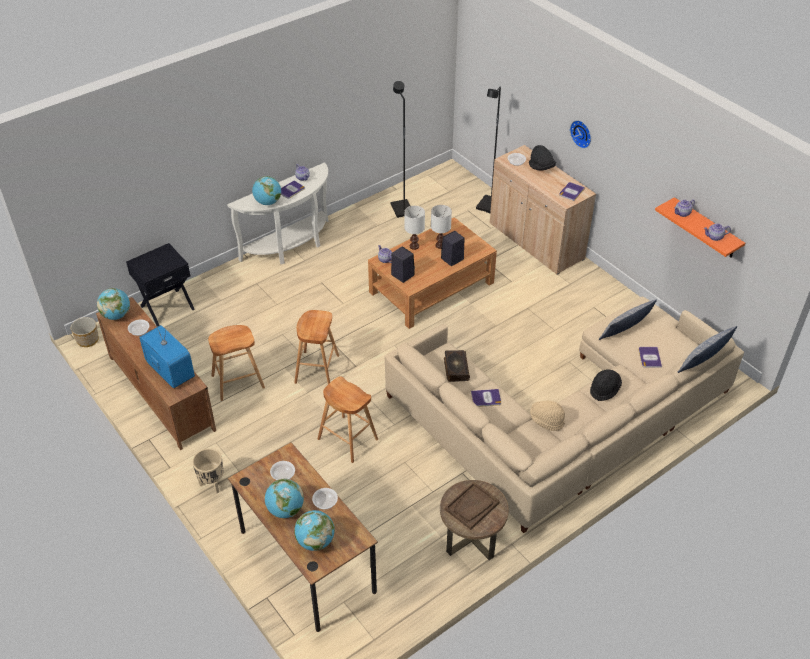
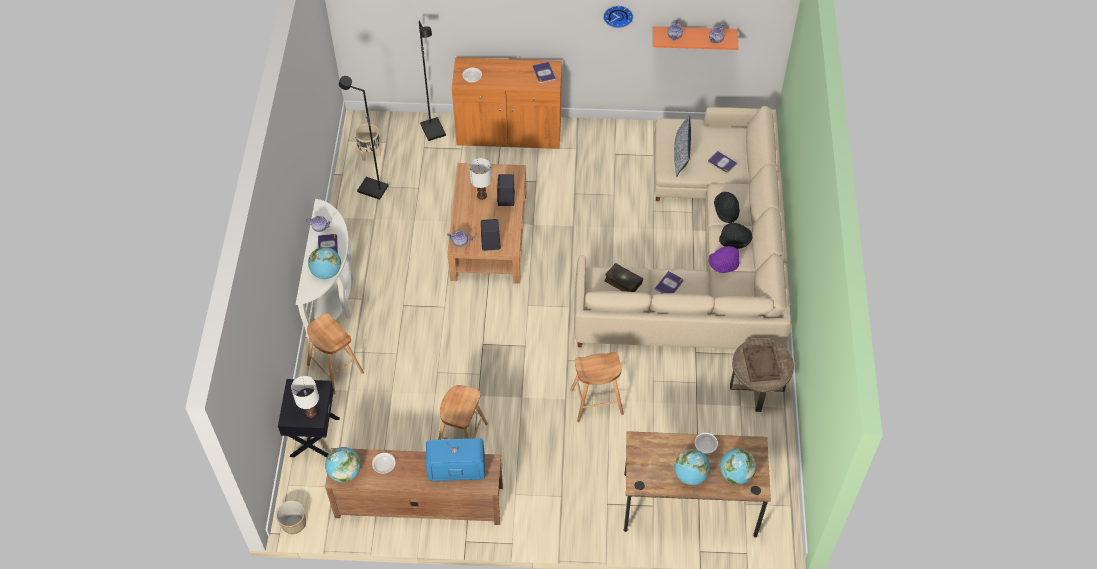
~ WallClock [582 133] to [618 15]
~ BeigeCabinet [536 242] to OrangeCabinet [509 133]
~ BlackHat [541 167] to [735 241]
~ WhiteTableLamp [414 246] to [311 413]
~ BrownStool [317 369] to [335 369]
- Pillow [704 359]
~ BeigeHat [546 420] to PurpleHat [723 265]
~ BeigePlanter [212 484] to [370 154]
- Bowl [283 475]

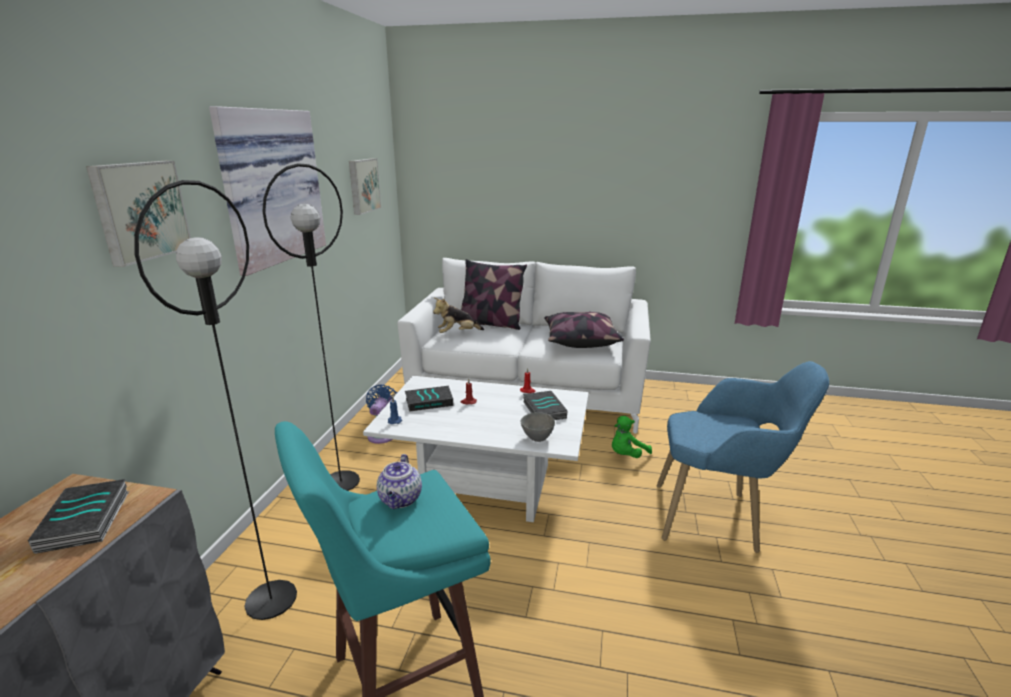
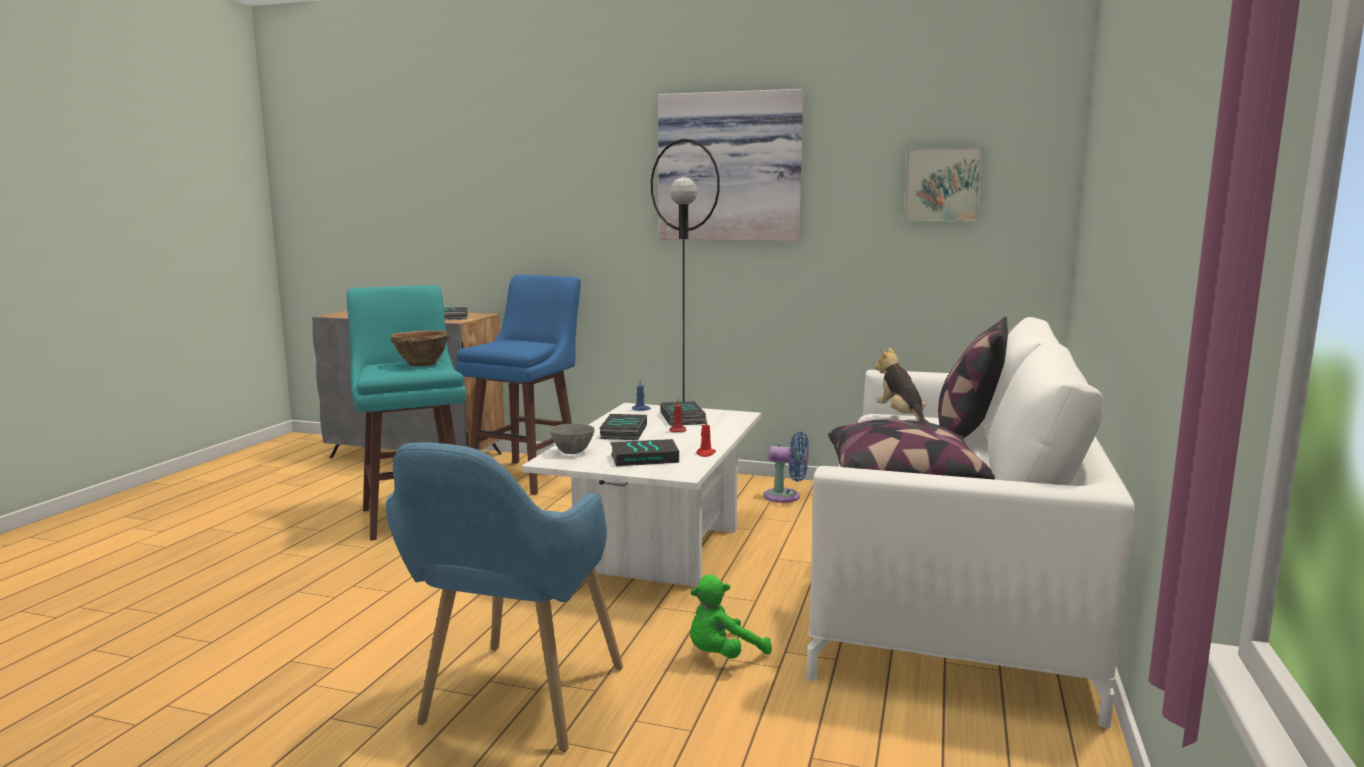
- Picture [140 211]
~ BlackFloorLamp [271 599] to BlueStool [527 477]
~ GreenPlushToy [627 455] = [723 655] 90 degrees counterclockwise
~ Teapot [400 500] to BrownBowl [421 364]
+ Book [622 431]

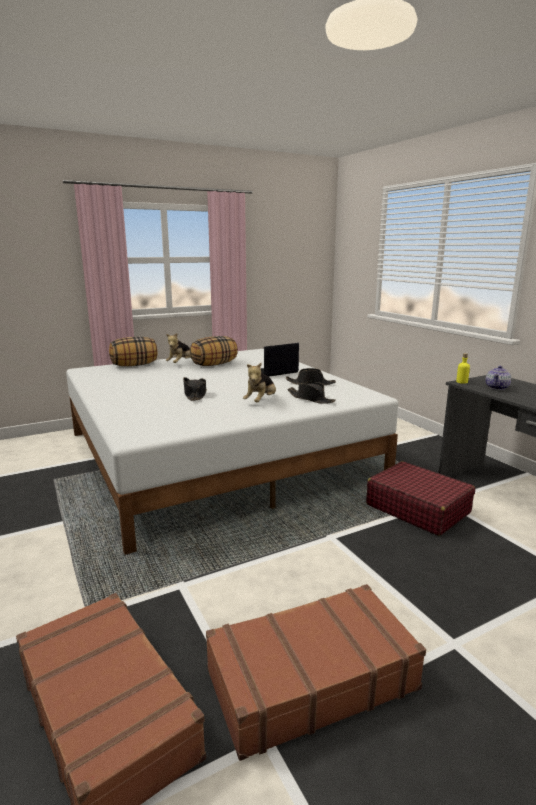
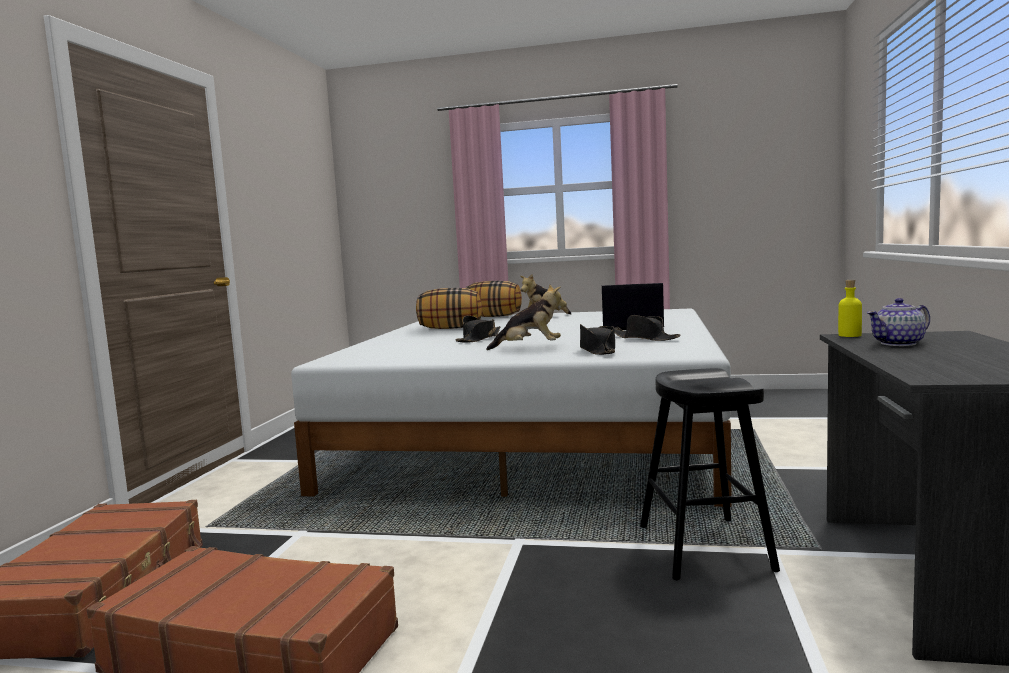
~ Pillow [214 364] to [450 328]
~ PlushToy [261 401] = [529 348] 150 degrees counterclockwise
~ RedSuitcase [417 508] to BlackStool [704 548]

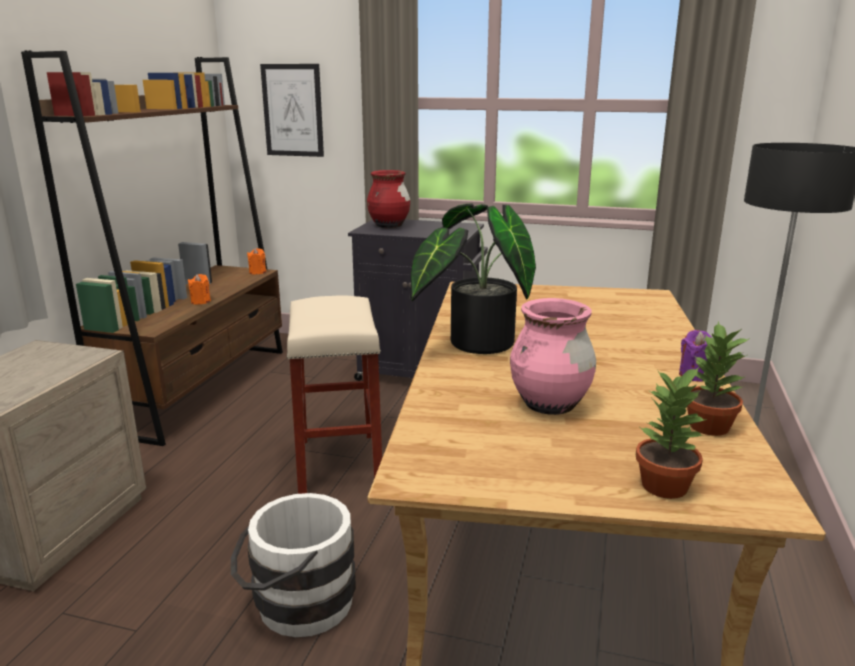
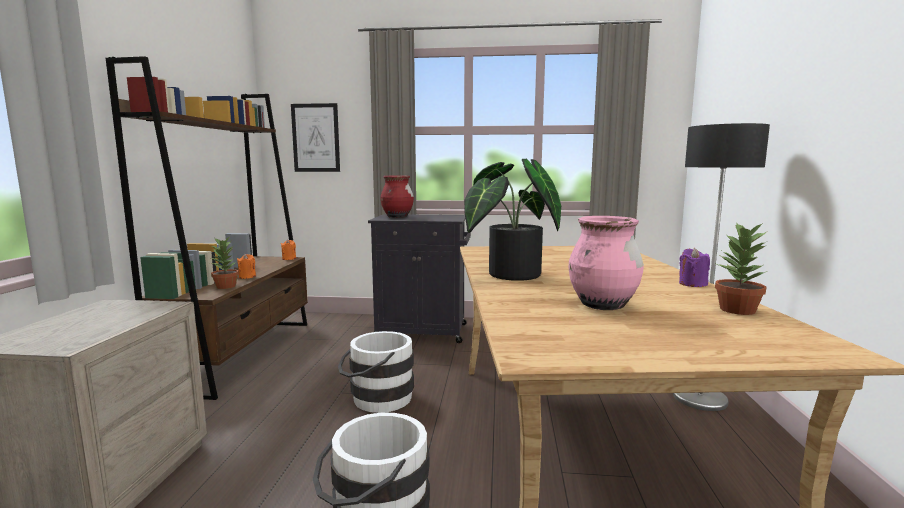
~ BeigeStool [338 462] to WhiteBucket [376 399]
~ PottedPlant [665 486] to [226 286]

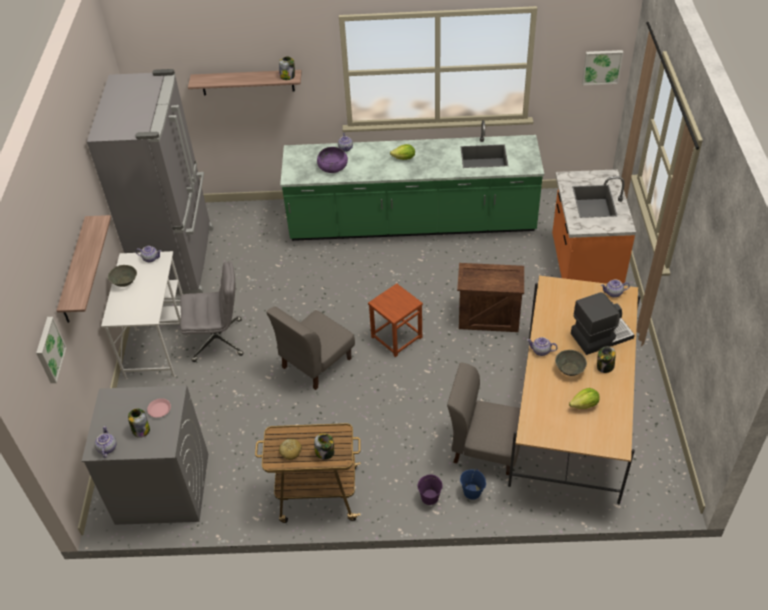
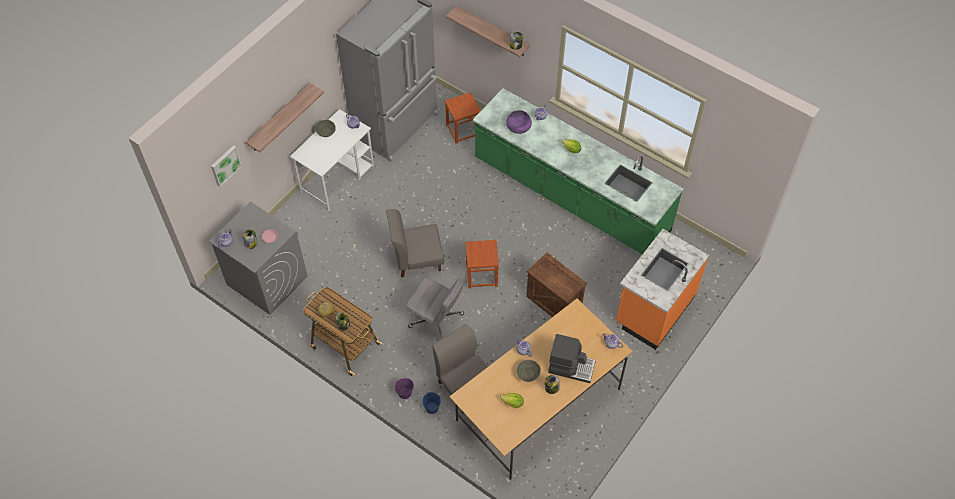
- Picture [601 66]
~ GreyOfficeChair [218 340] to [437 320]
+ BrownStool [463 130]

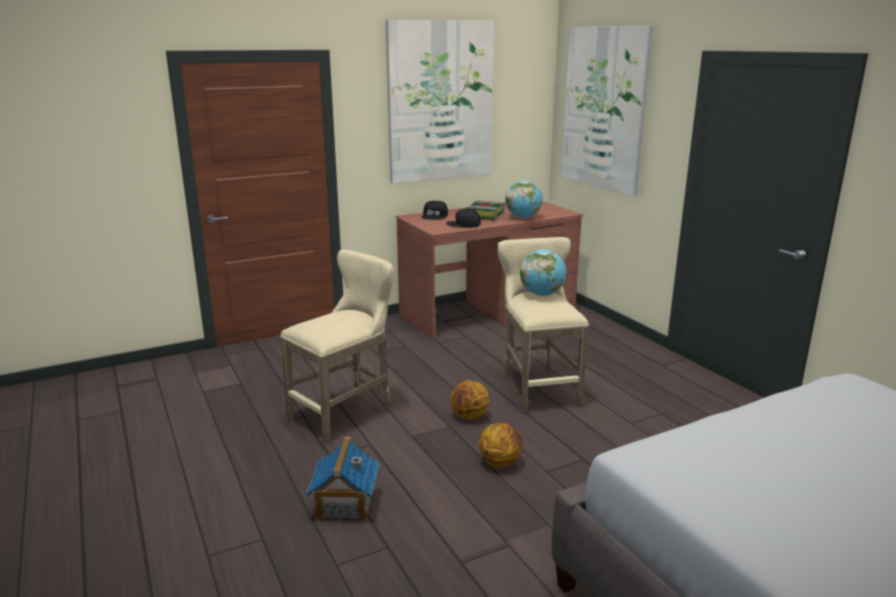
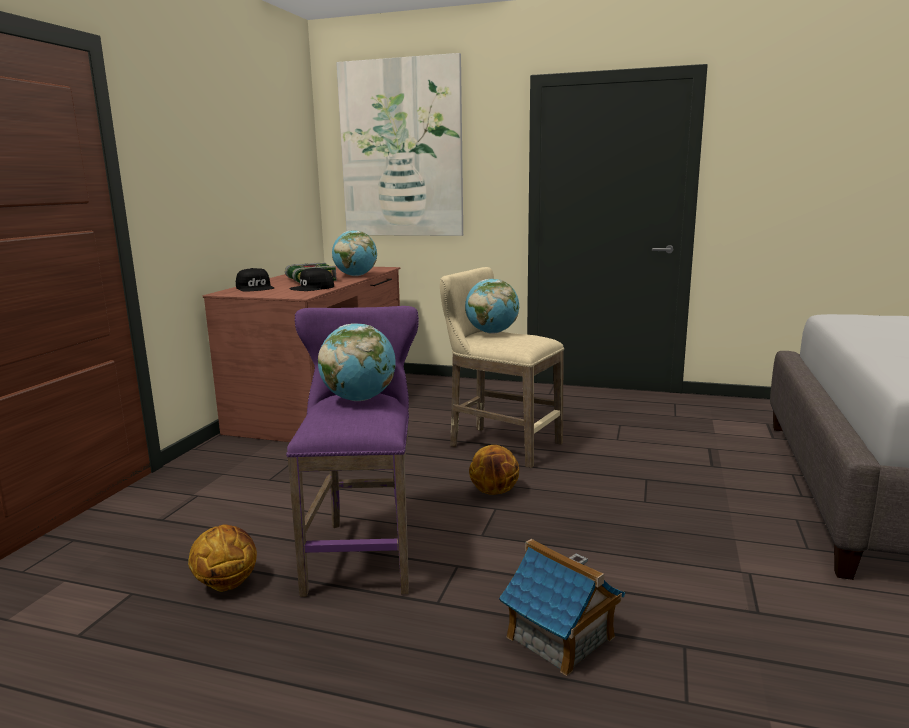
- Picture [440 102]
~ BeigeStool [346 413] to PurpleStool [364 551]
~ Basketball [500 462] to [227 583]
+ Globe [359 399]

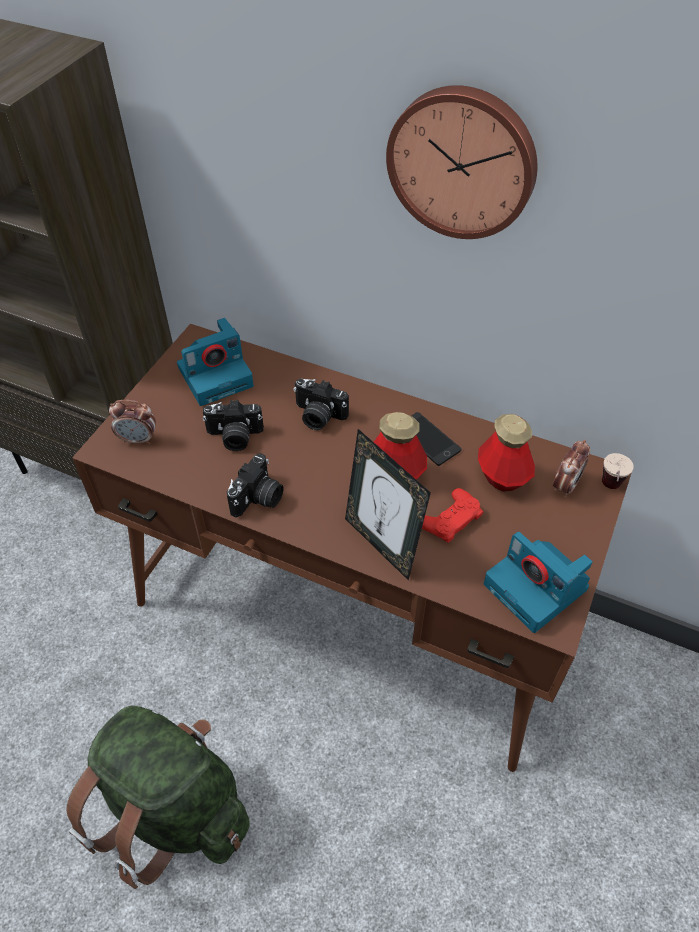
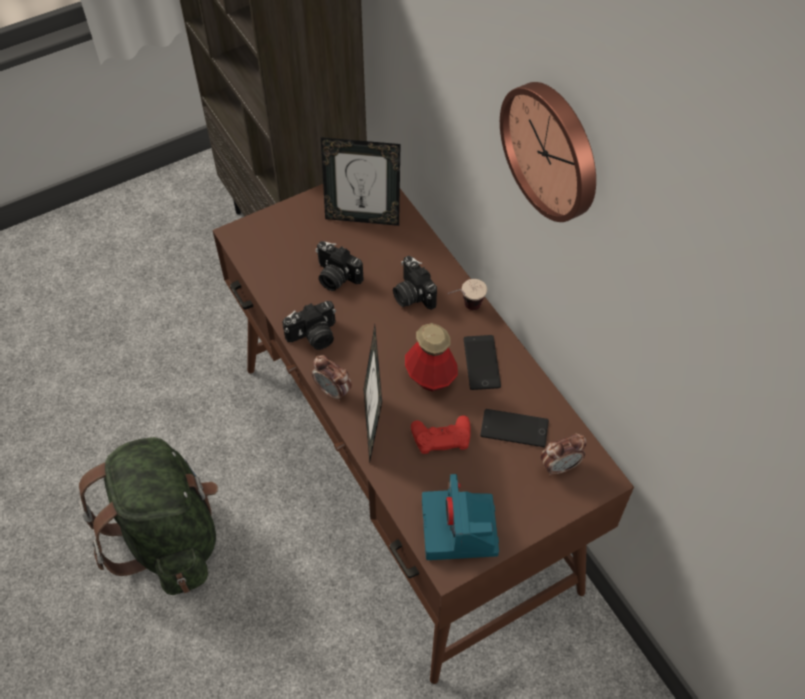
~ PhotoCamera [216 375] to PictureFrame [362 217]
~ AlarmClock [138 439] to [333 391]
~ Bottle [502 477] to Phone [514 428]
~ Cup [609 490] to [464 308]

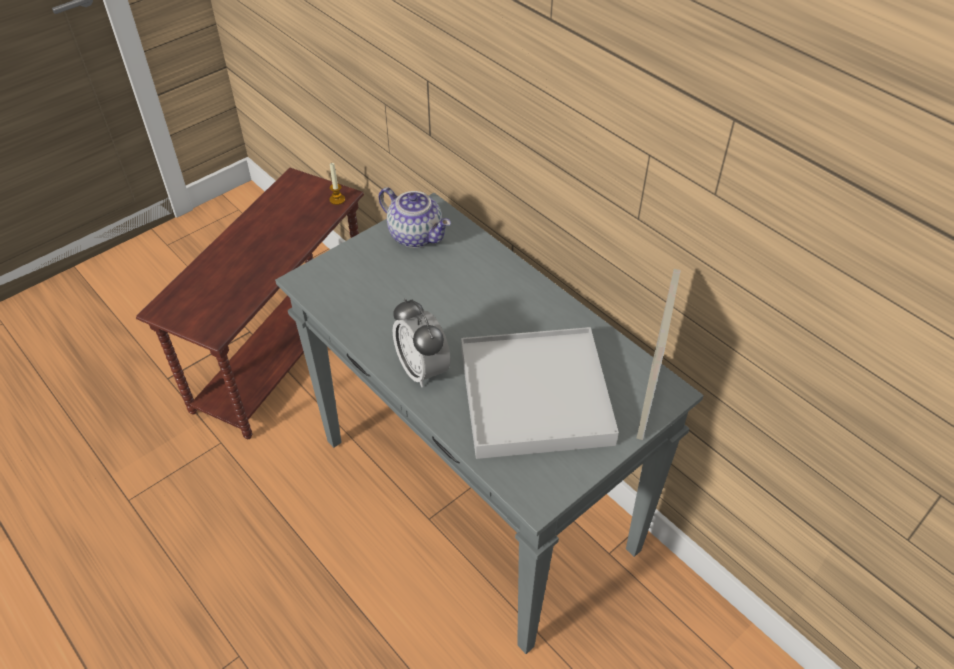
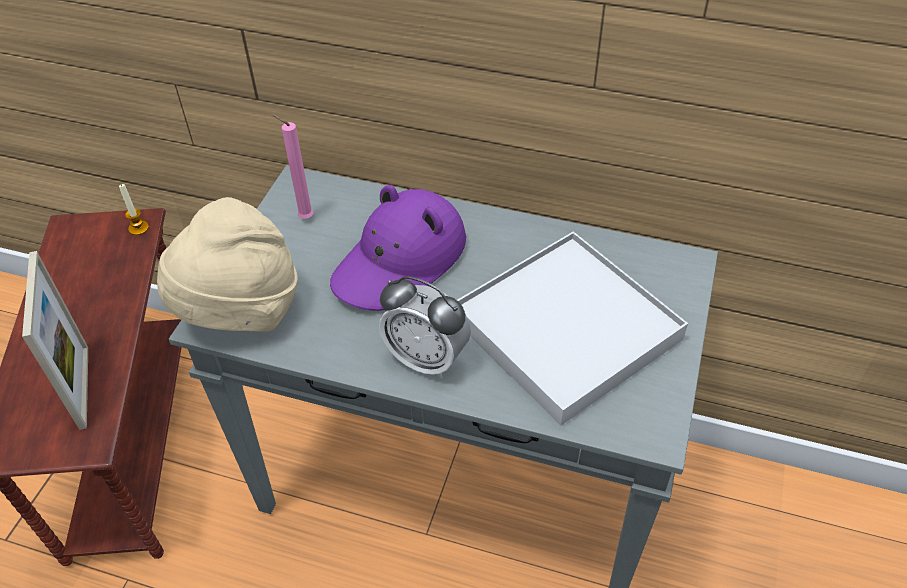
~ Teapot [417 235] to PinkCandle [303 218]
~ PictureFrame [647 400] to [84 387]
+ PurpleHat [400 261]
+ BeigeHat [240 312]

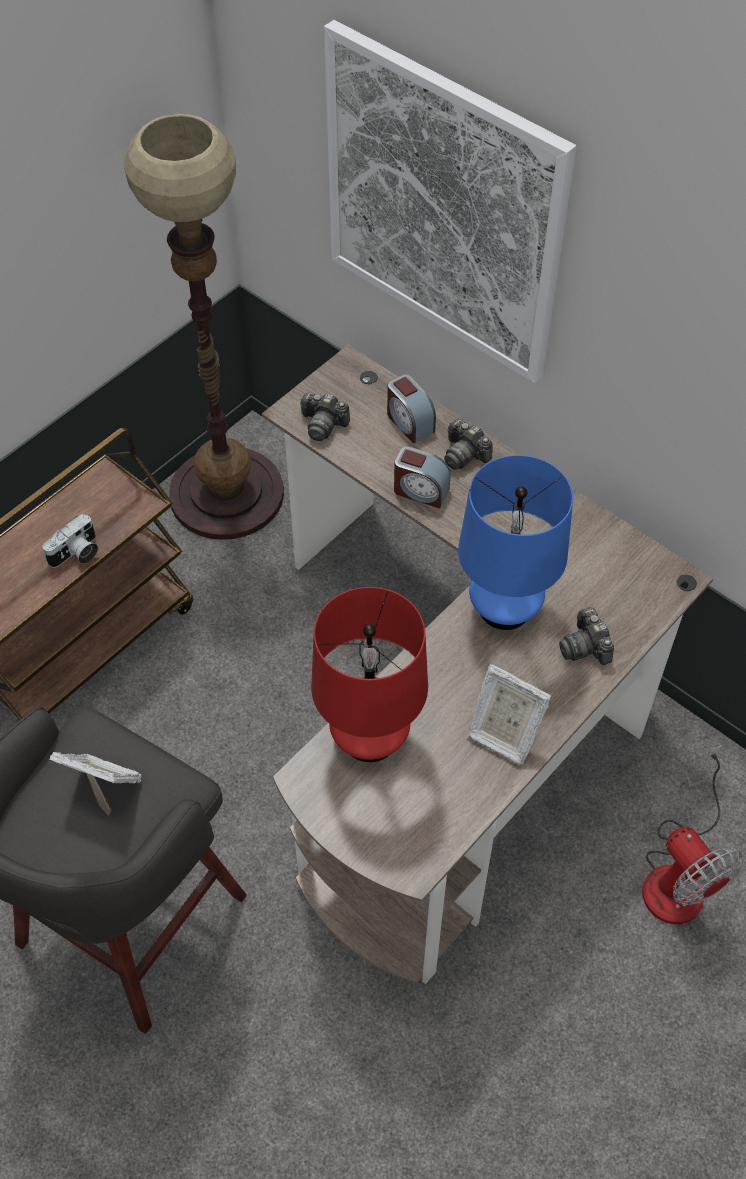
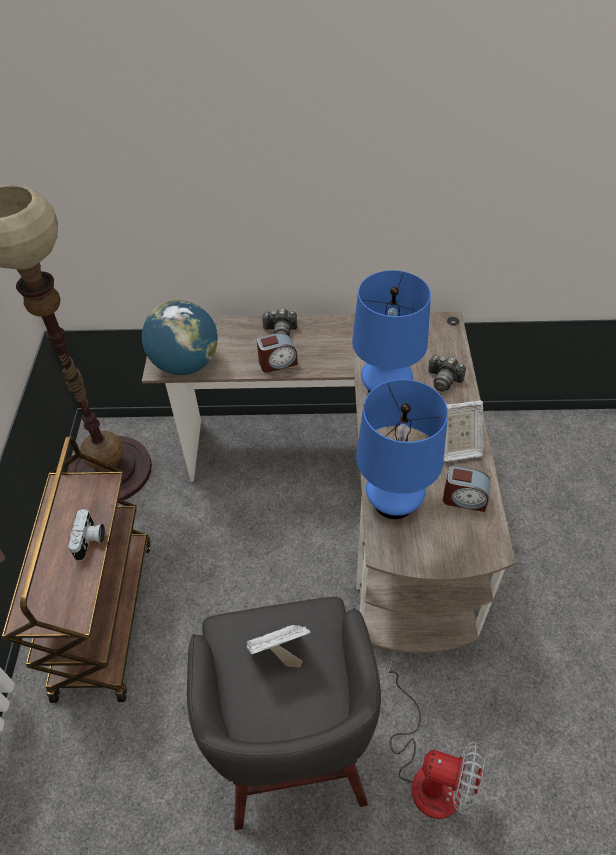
- Picture [443 206]
~ AlarmClock [409 422] to [464 499]
~ PhotoCamera [323 424] to Globe [185 364]
~ RedTableLamp [370 737] to BlueTableLamp [393 502]
~ Fan [679 874] to [427 771]

